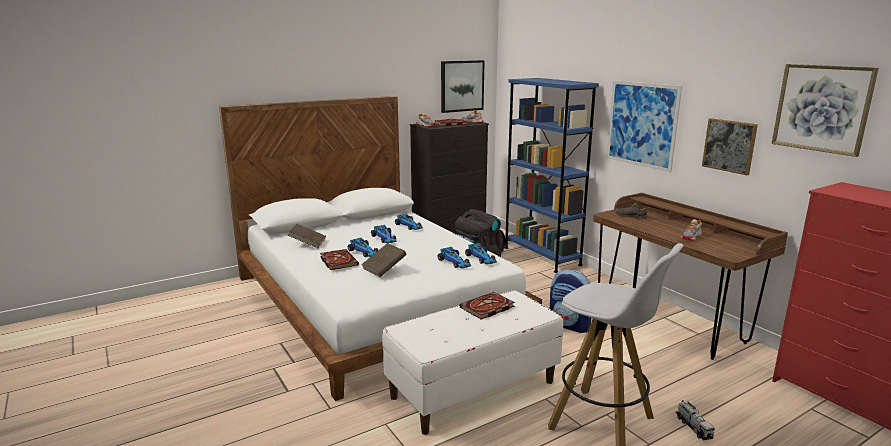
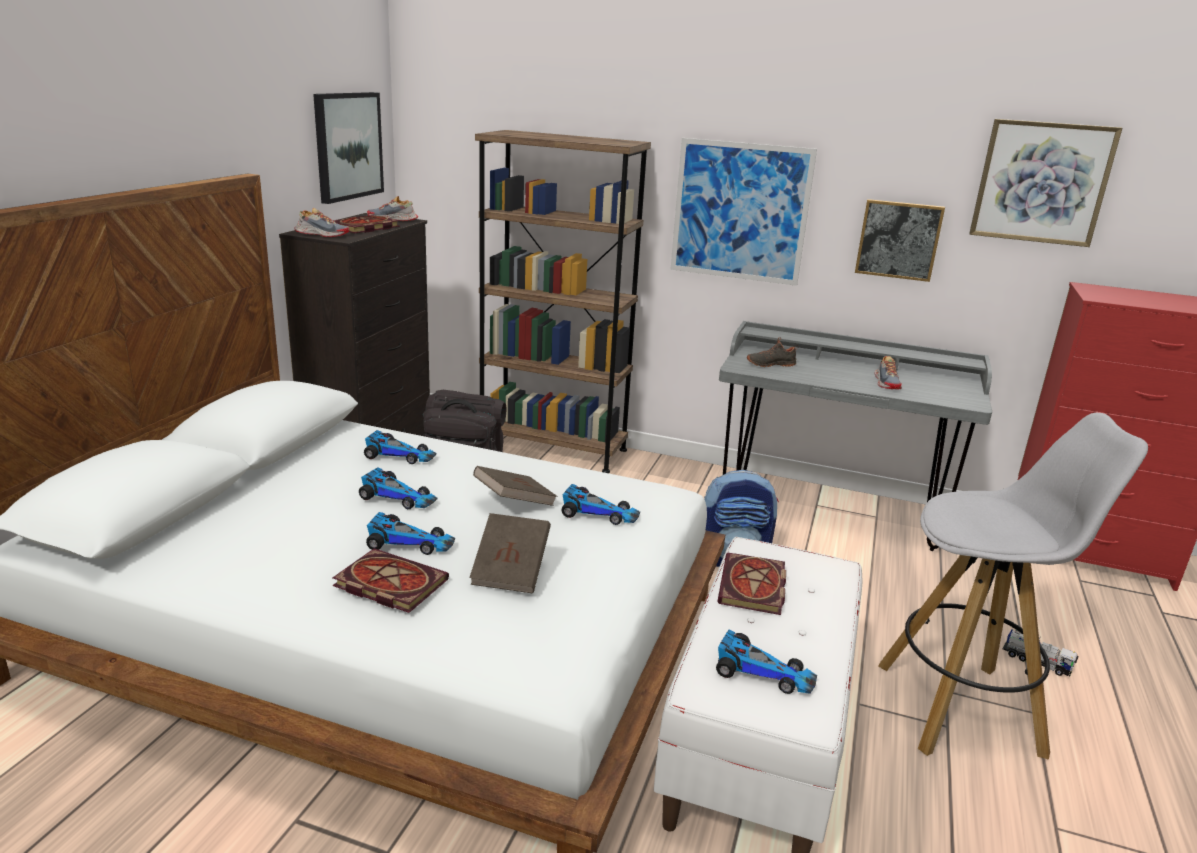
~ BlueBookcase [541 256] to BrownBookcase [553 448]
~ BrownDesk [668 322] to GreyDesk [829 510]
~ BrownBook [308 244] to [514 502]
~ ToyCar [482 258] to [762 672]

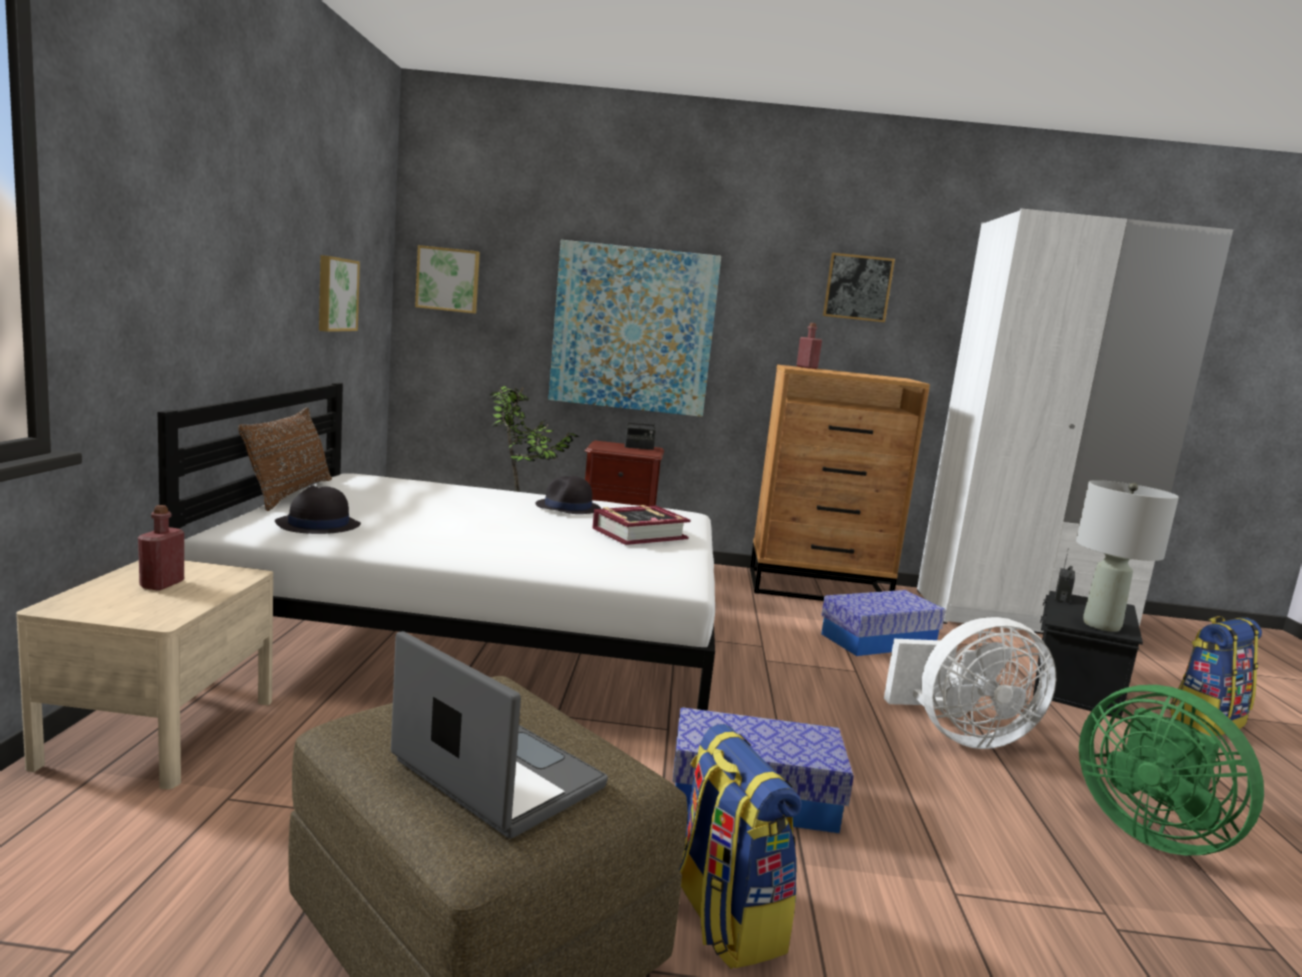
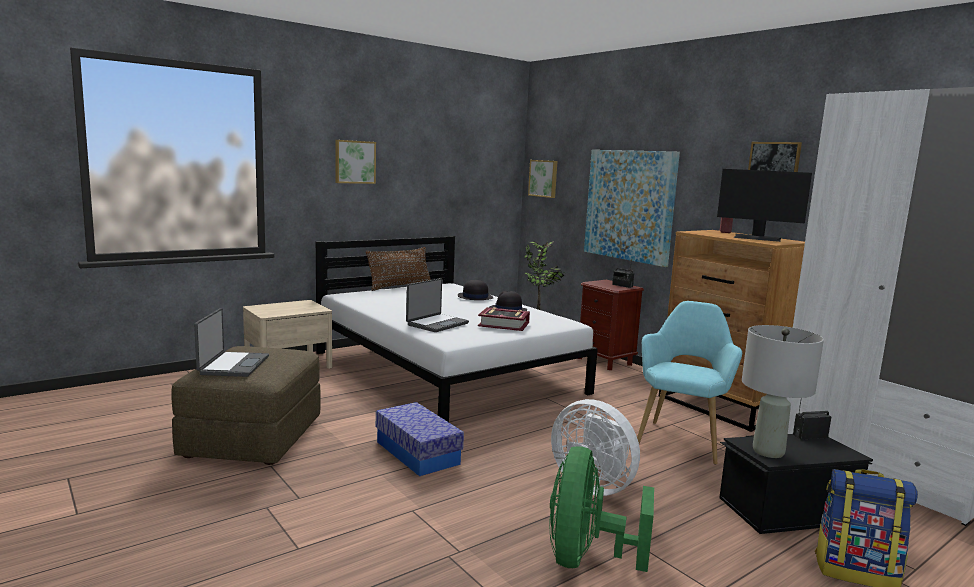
~ Picture [335 294] to [354 162]
~ BlackHat [317 525] to [475 297]
- RedBottle [162 584]
~ StorageBox [878 640] to TurquoiseArmchair [680 439]
- Backpack [723 919]
+ Monitor [757 238]
+ Laptop [436 324]

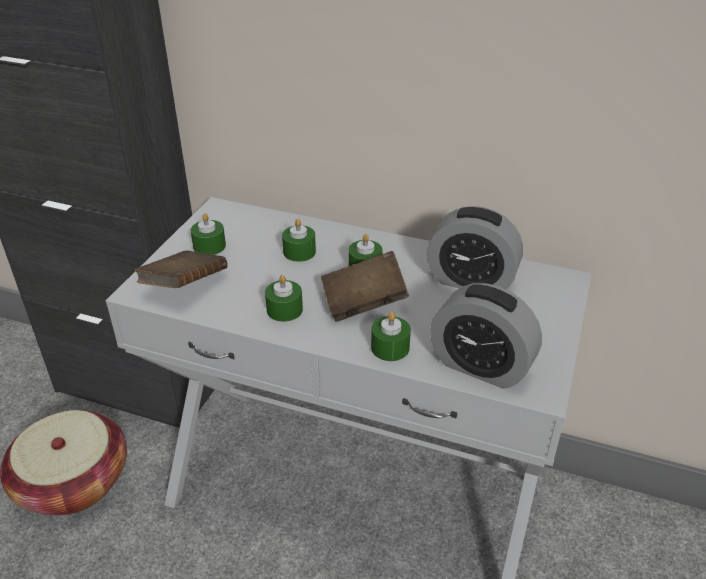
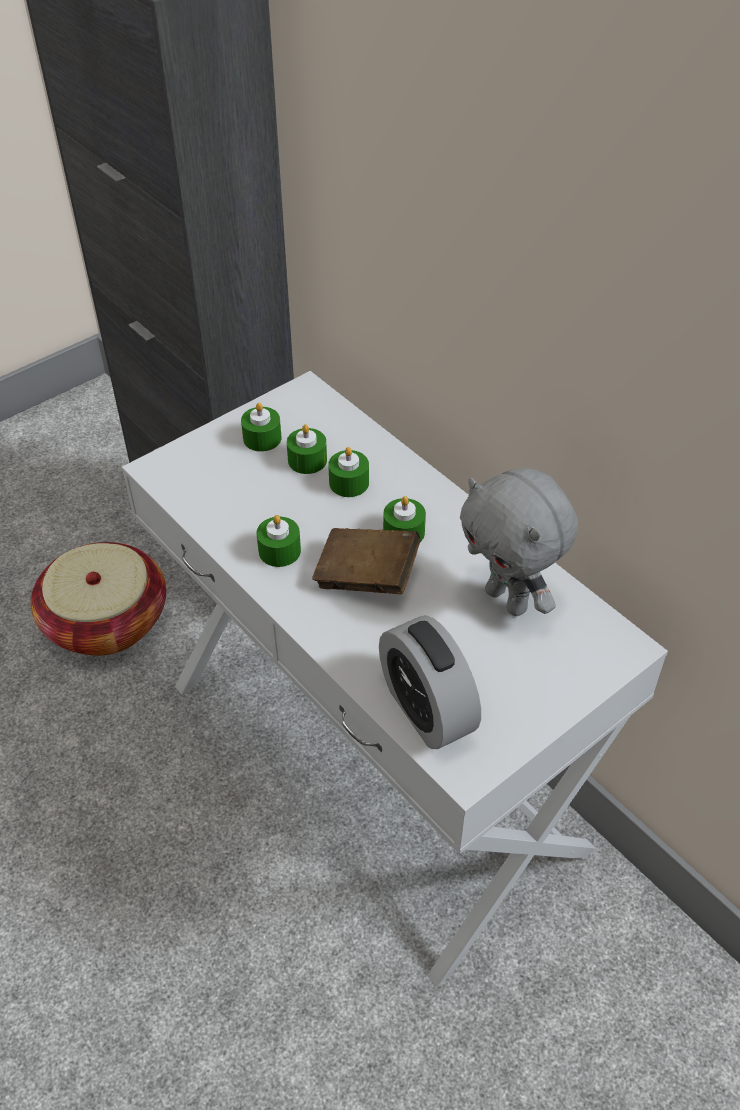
~ AlarmClock [471 281] to GreyPlushToy [508 600]
- BrownBook [185 286]
~ GreenCandle [390 348] to [307 460]

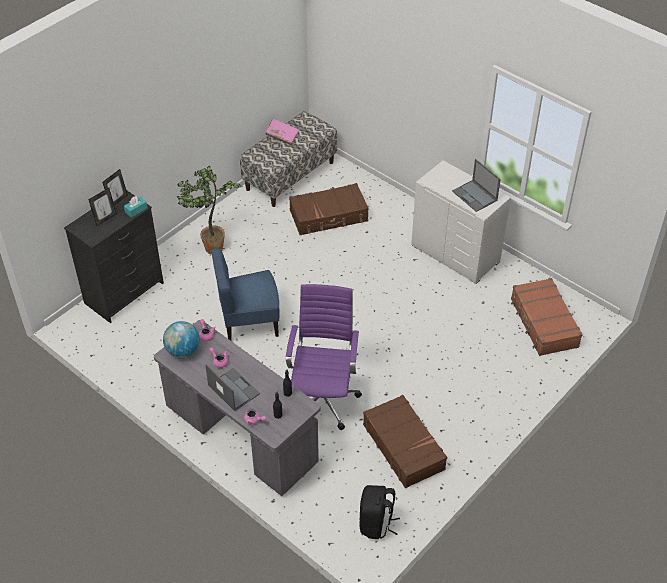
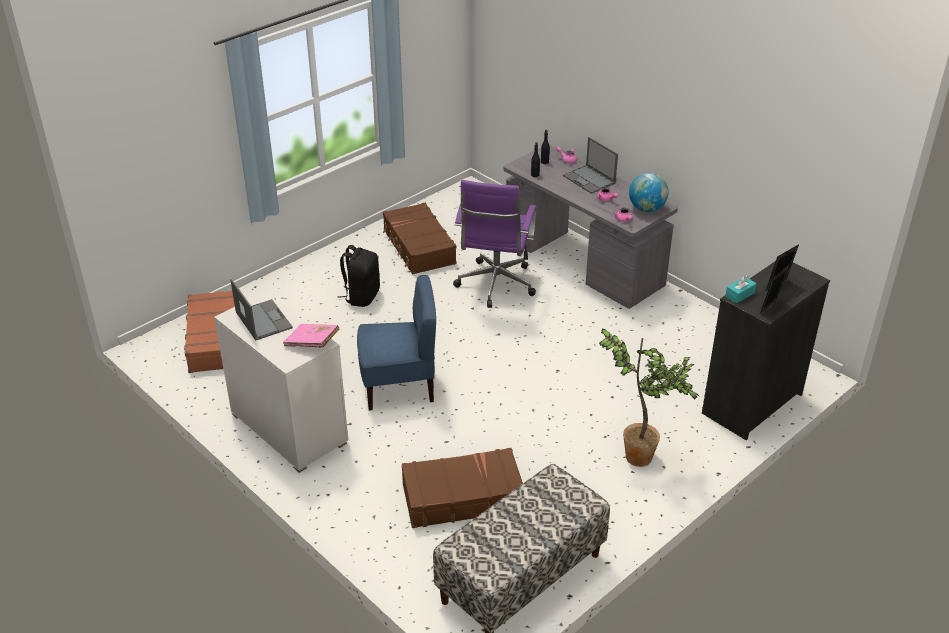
~ PinkBook [282 136] to [312 342]
~ BlueChair [249 322] to [399 386]
~ BlackBackpack [376 524] to [361 296]

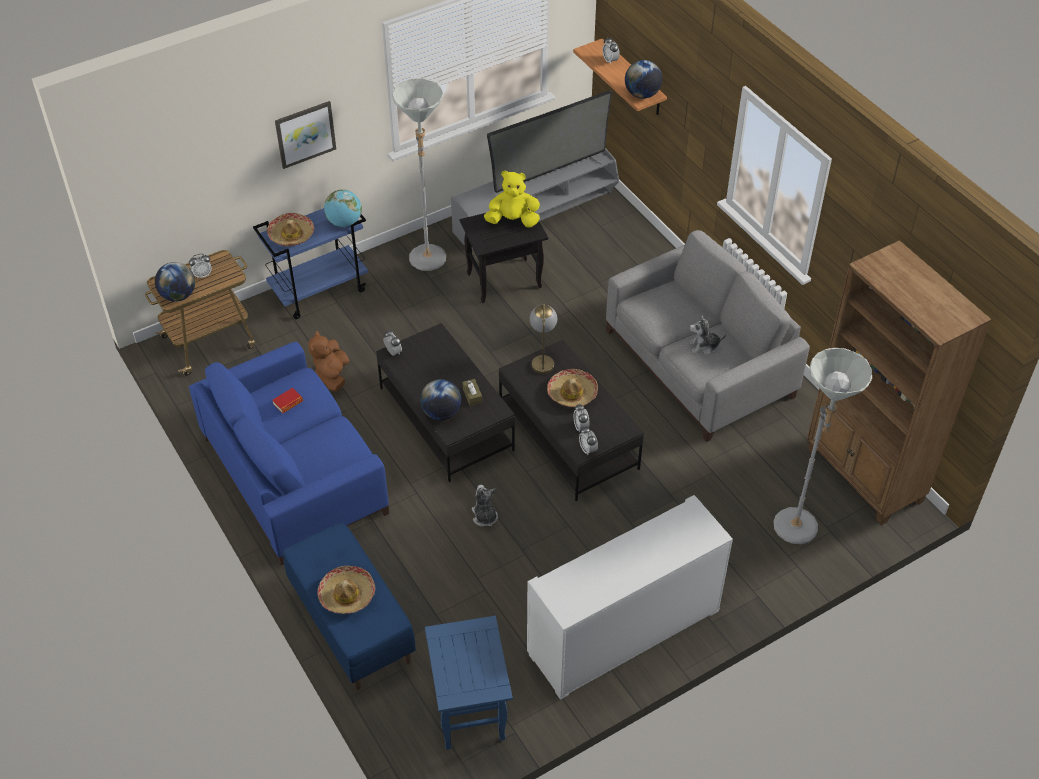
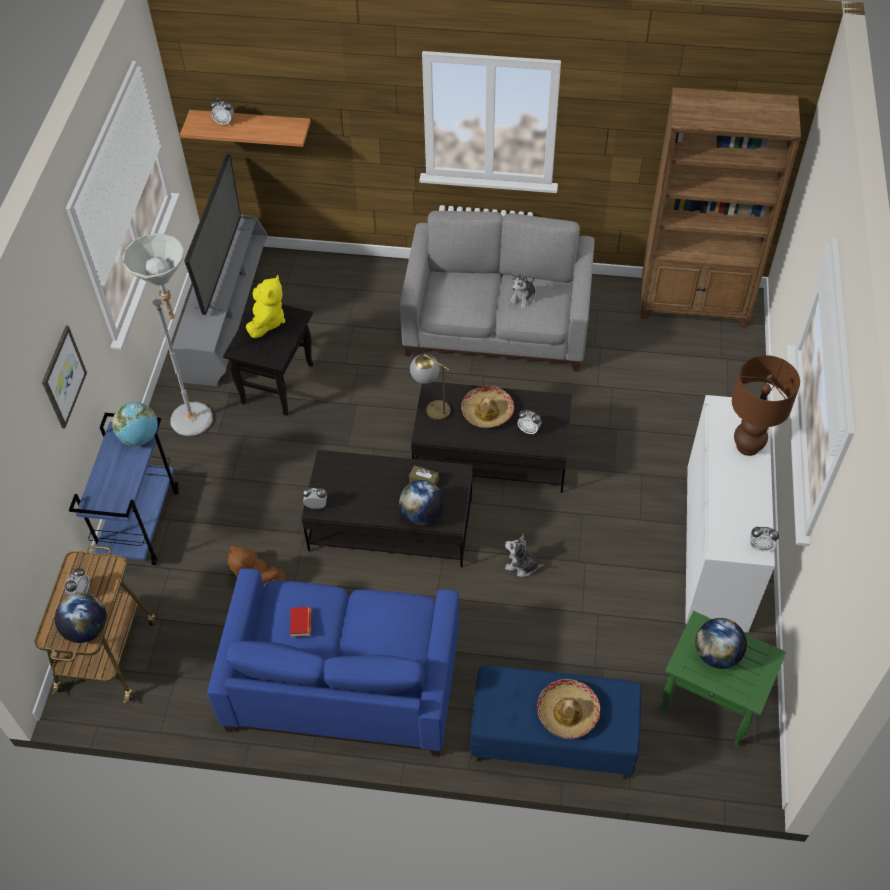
~ Globe [642 94] to [717 654]
~ YellowPlushToy [513 220] = [267 321] 150 degrees clockwise
- Hat [291 235]
- GreyFloorLamp [797 534]
~ AlarmClock [588 449] to [760 546]
~ BlueSideTable [470 710] to GreenSideTable [711 703]
+ BrownTableLamp [747 446]

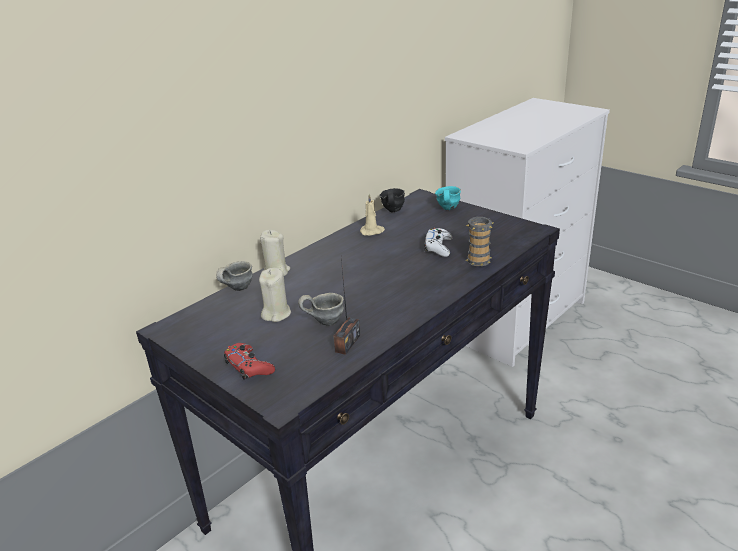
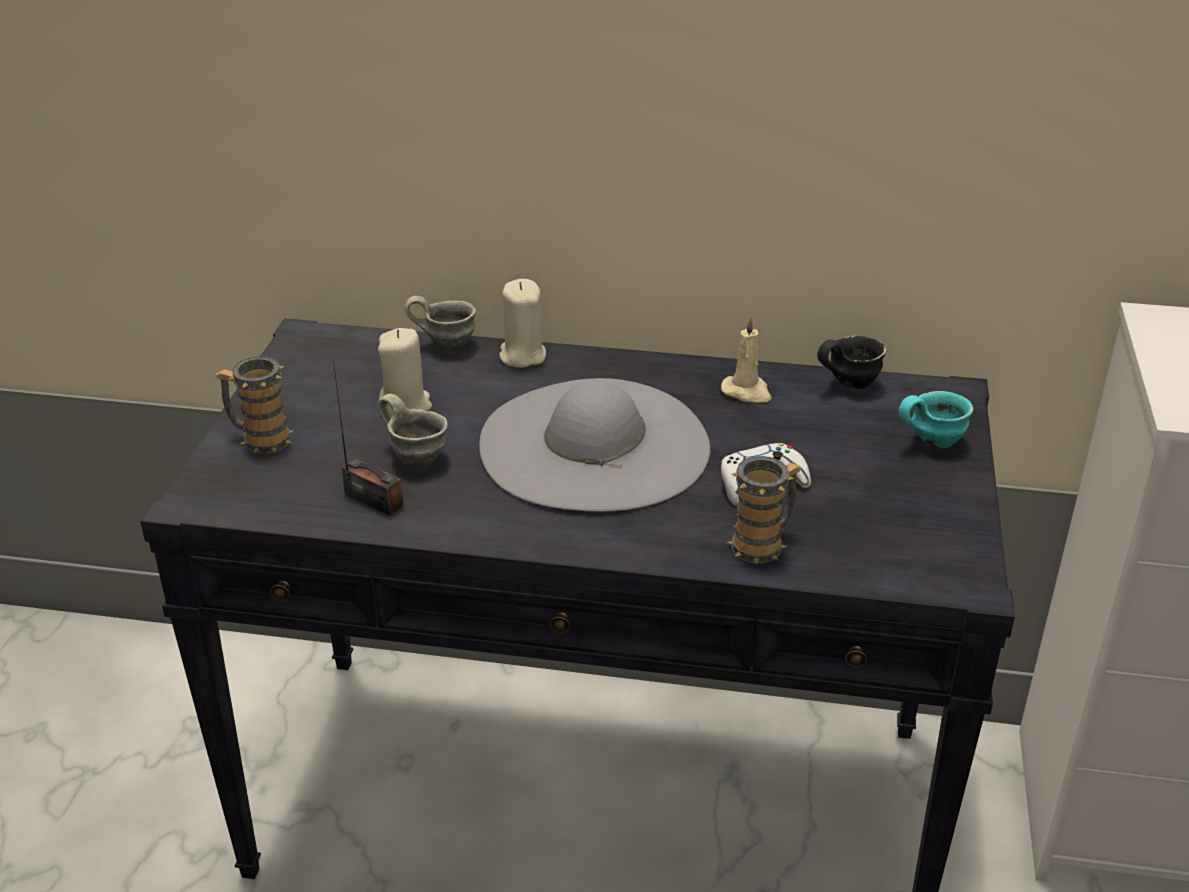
~ Radio [347 343] = [373 500] 135 degrees counterclockwise
~ RedGameController [249 367] to Mug [259 439]
+ GreyHat [594 444]

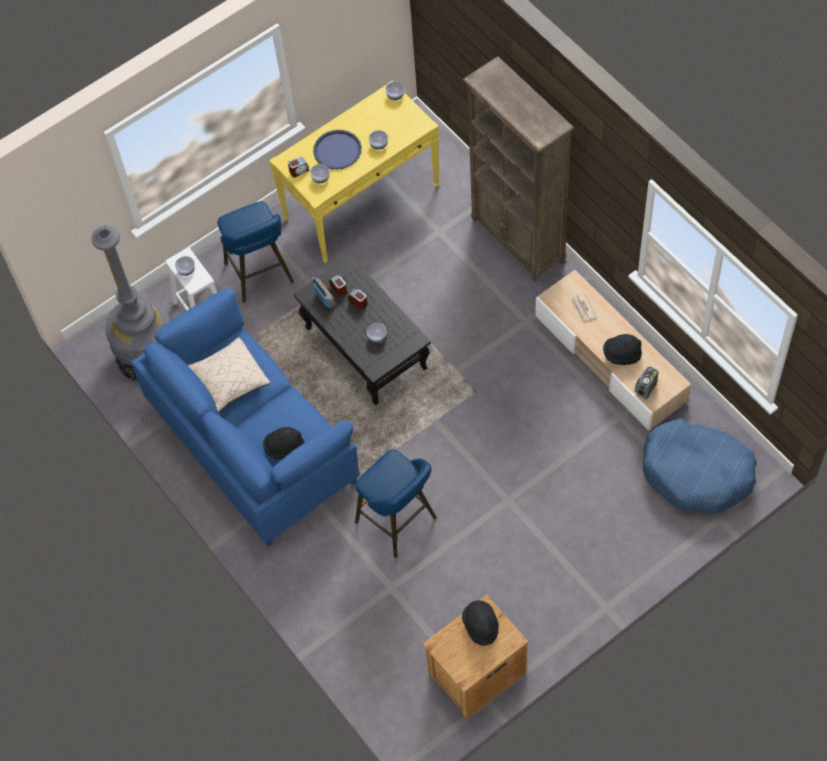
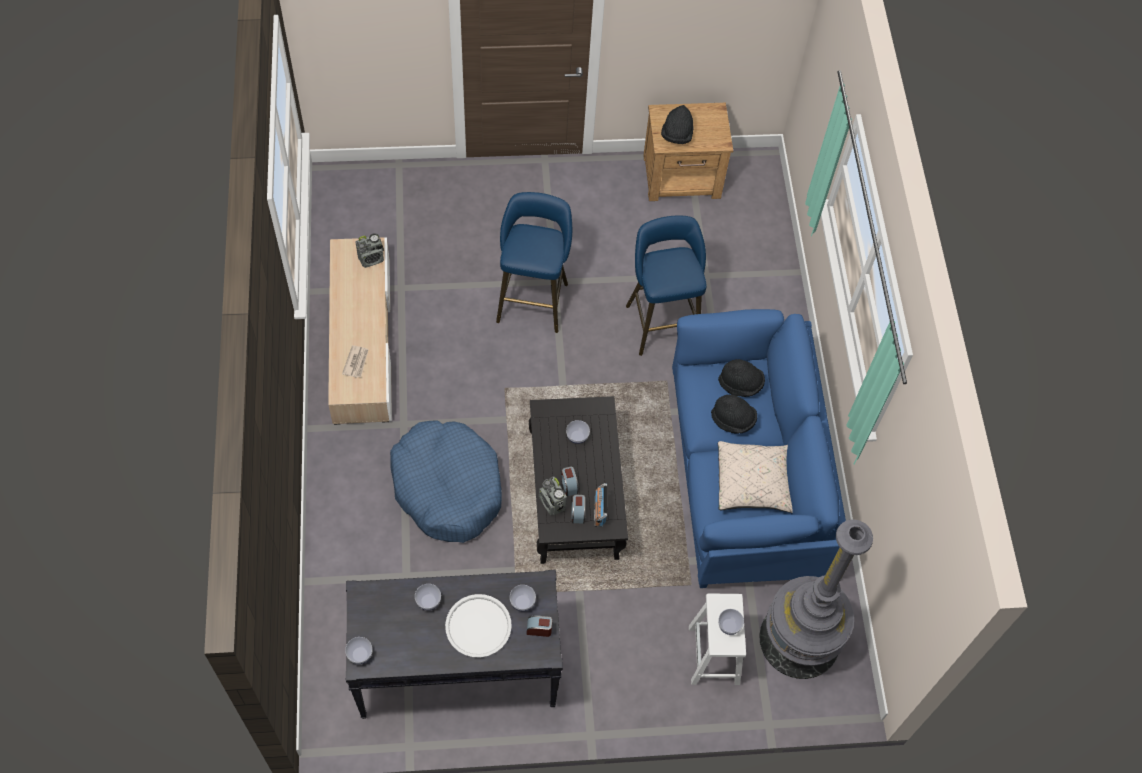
- BrownBookcase [518 240]
~ YellowConsoleTable [362 202] to BlackConsoleTable [456 669]
~ BlueTray [337 150] to WhiteTray [478 626]
~ BlueStool [260 276] to [533 298]
~ BlackHat [621 354] to [733 420]
~ BlueDogBed [696 473] to [447 487]
+ Radio [552 503]

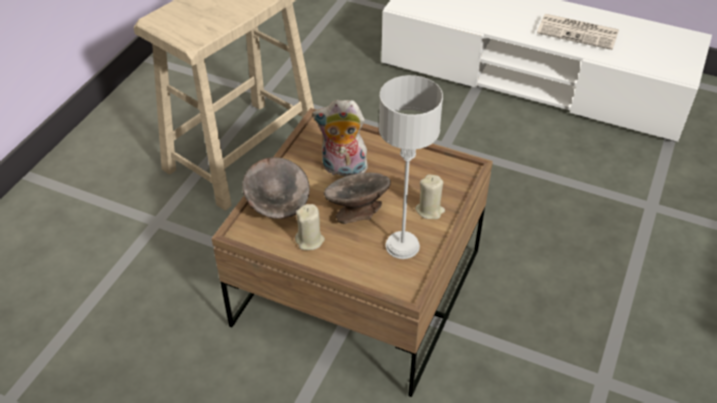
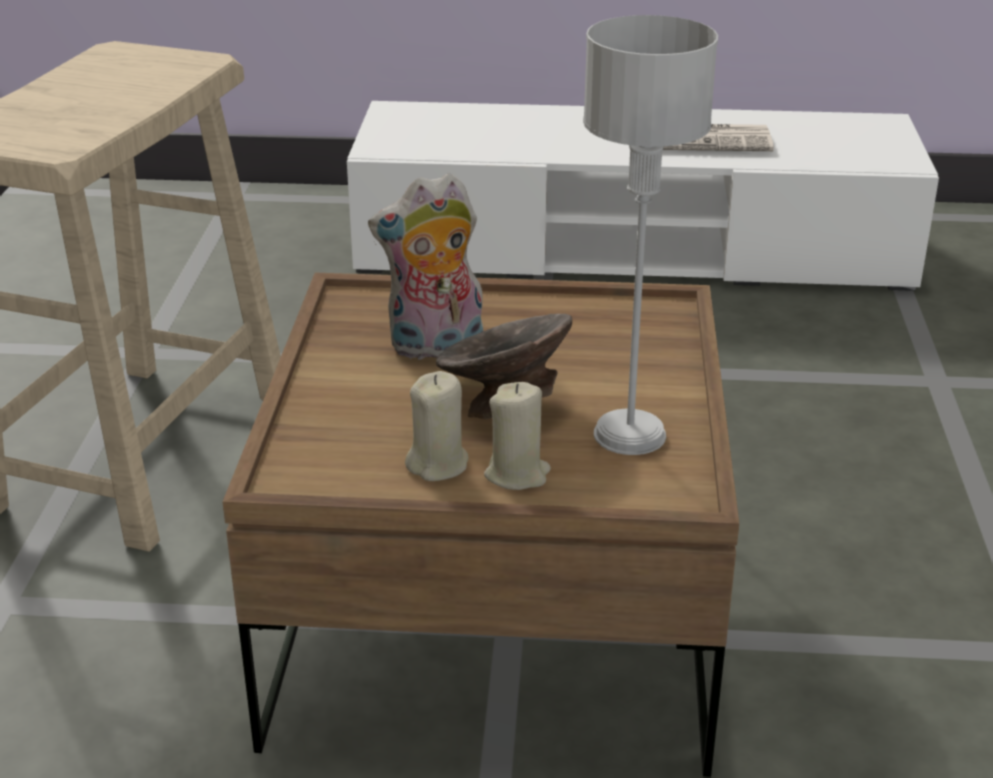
- GreyBowl [279 209]
~ BeigeCandle [430 210] to [517 474]

